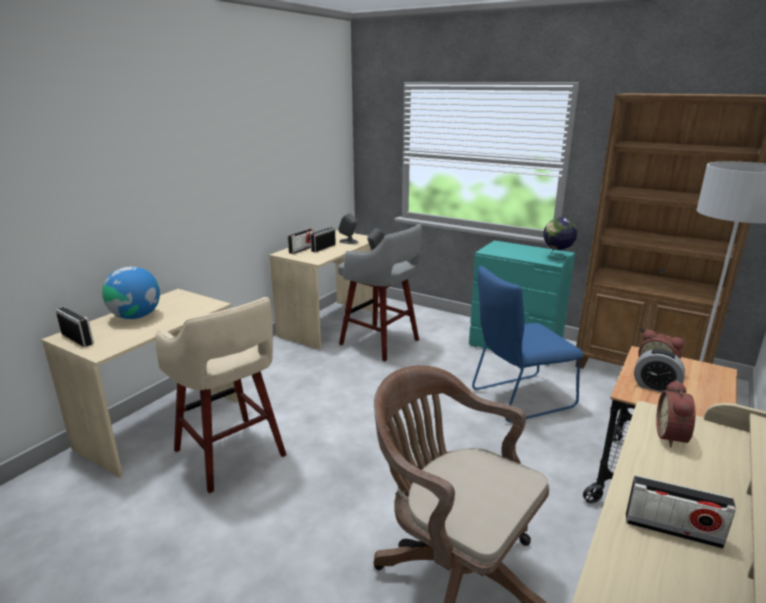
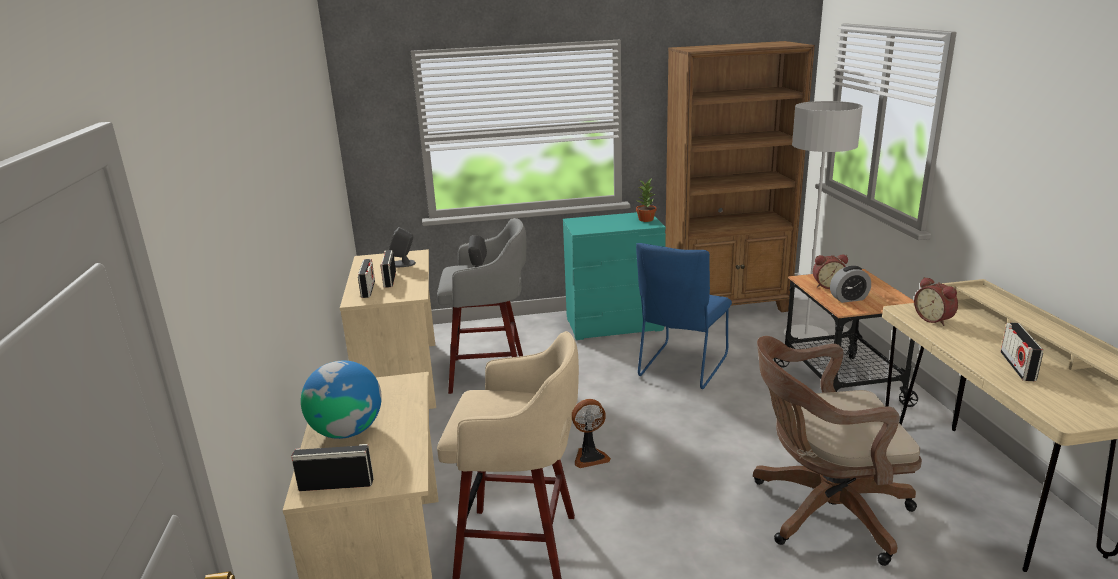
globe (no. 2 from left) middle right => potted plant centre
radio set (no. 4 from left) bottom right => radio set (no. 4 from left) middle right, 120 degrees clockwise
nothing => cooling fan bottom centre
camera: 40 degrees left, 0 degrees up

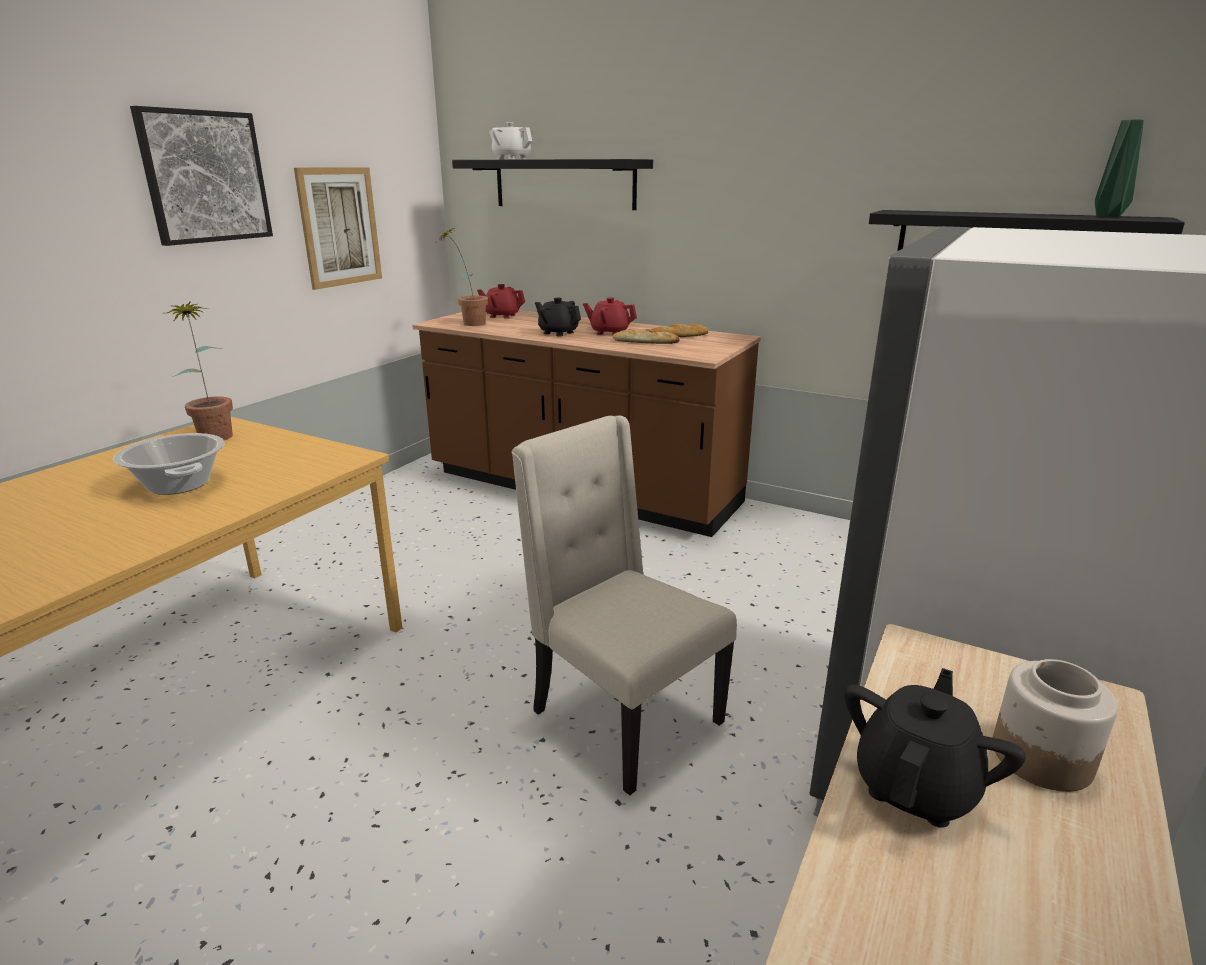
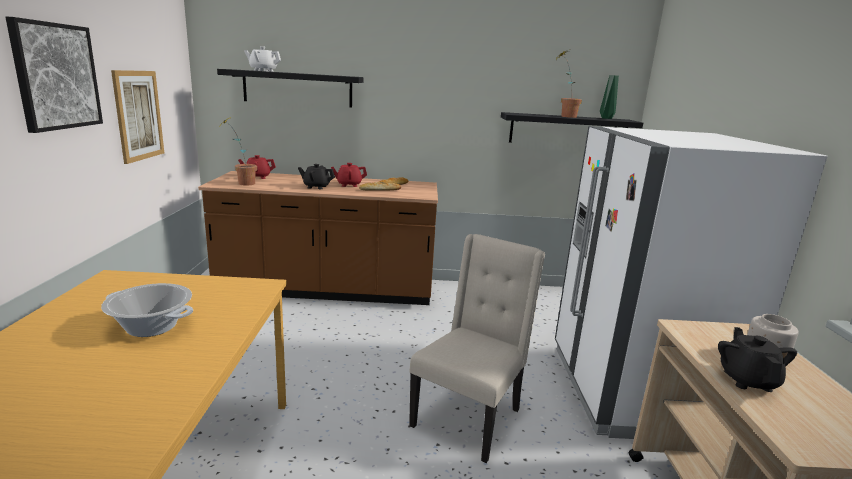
potted plant (no. 1 from left in the first image) middle left => potted plant (no. 2 from left) top right, relocated
beige-coloured upright chair centre => beige-coloured upright chair bottom centre, 105 degrees clockwise
camera: 30 degrees left, 5 degrees down

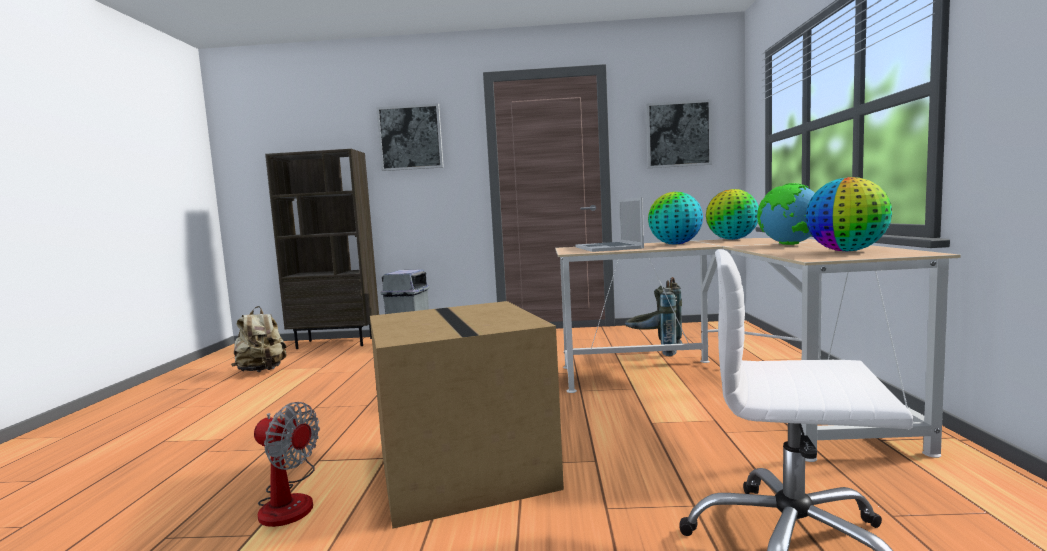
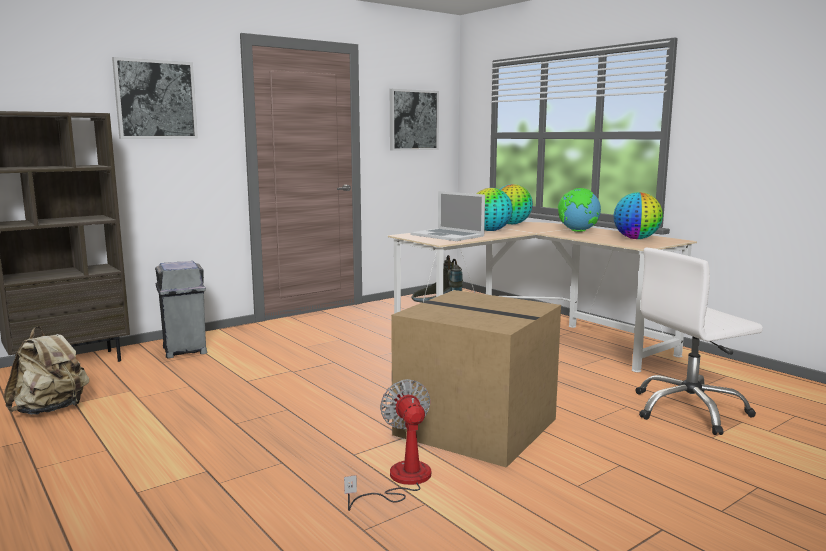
cooling fan bottom left => cooling fan bottom centre, 90 degrees counterclockwise
camera: 40 degrees left, 5 degrees up

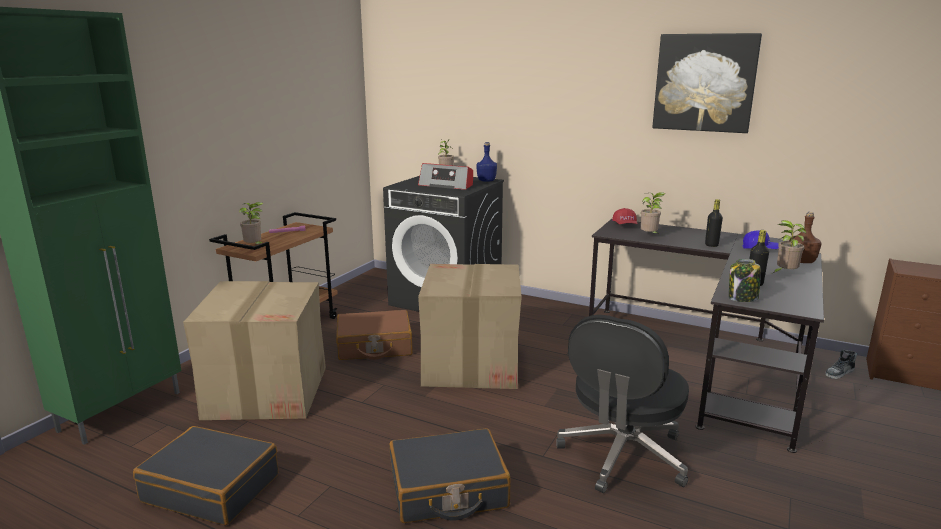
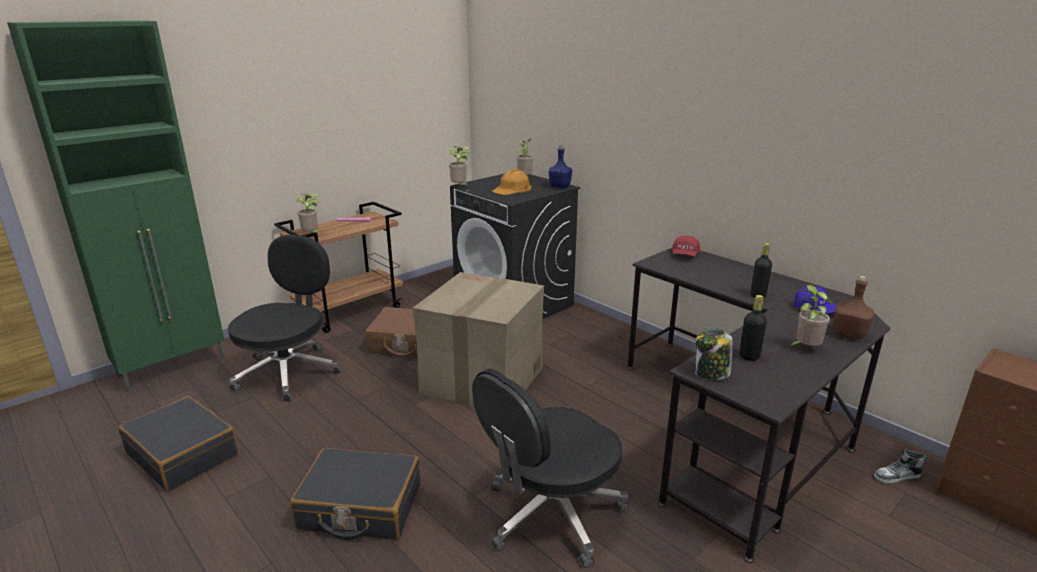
wall art top right => nothing
radio set top centre => orange-coloured safety helmet top centre
potted plant (no. 3 from left in the first image) middle right => potted plant (no. 2 from left) top centre, relocated
cardboard box (no. 1 from left) middle left => black office chair (no. 1 from left) middle left
camera: 20 degrees right, 5 degrees up

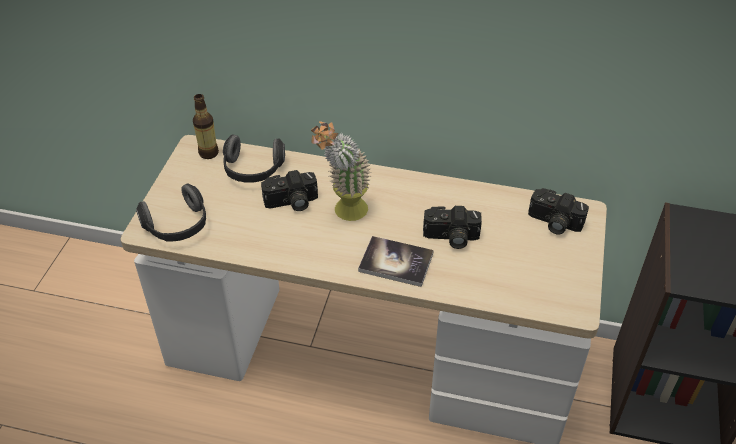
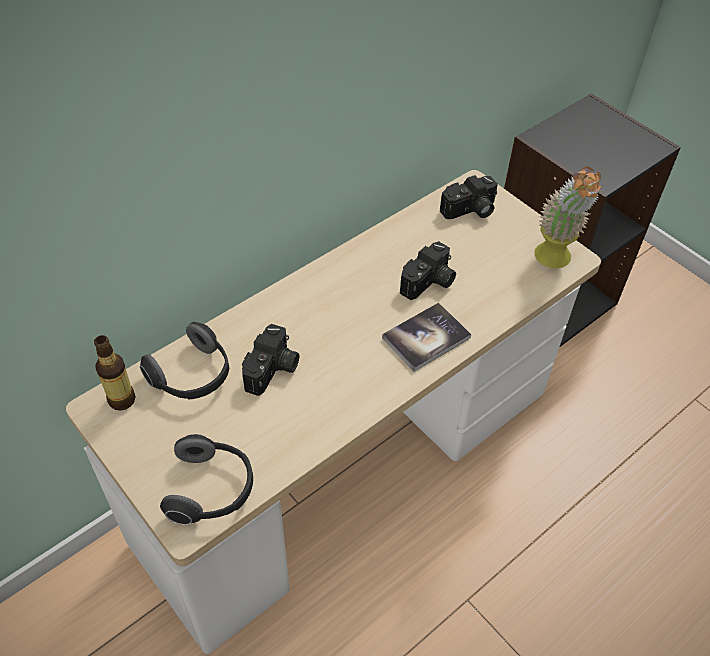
potted plant centre => potted plant top right, relocated
camera: 55 degrees left, 5 degrees up

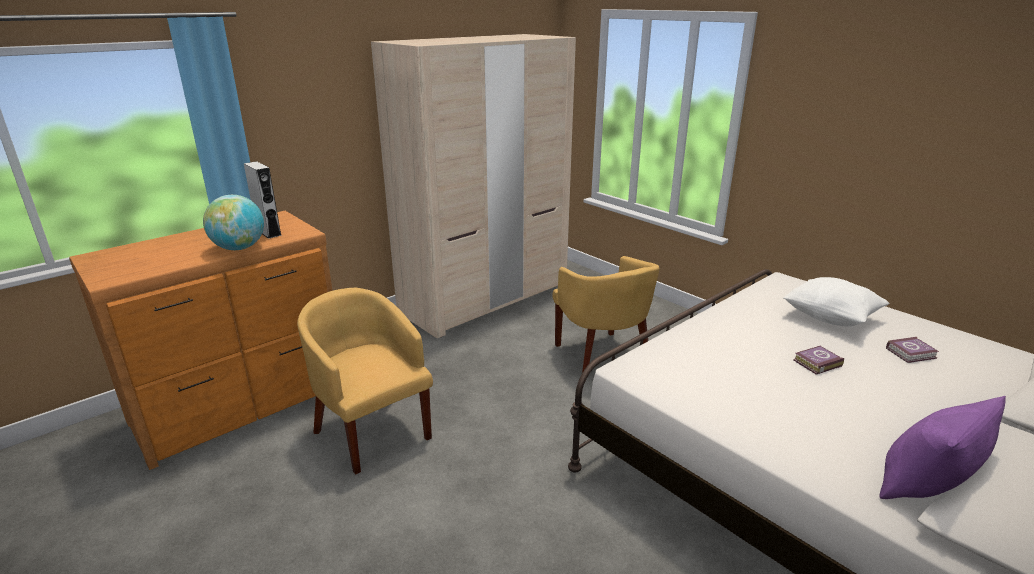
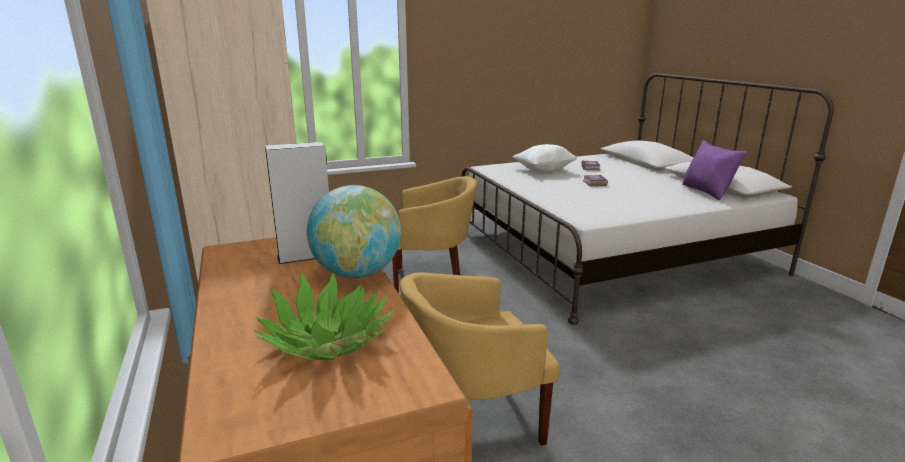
nothing => potted plant bottom centre
camera: 70 degrees left, 5 degrees down

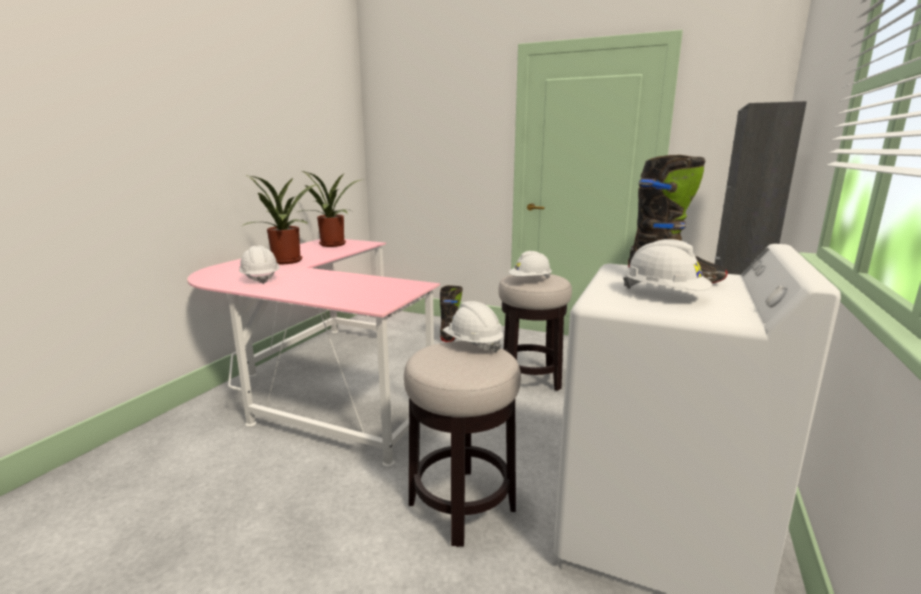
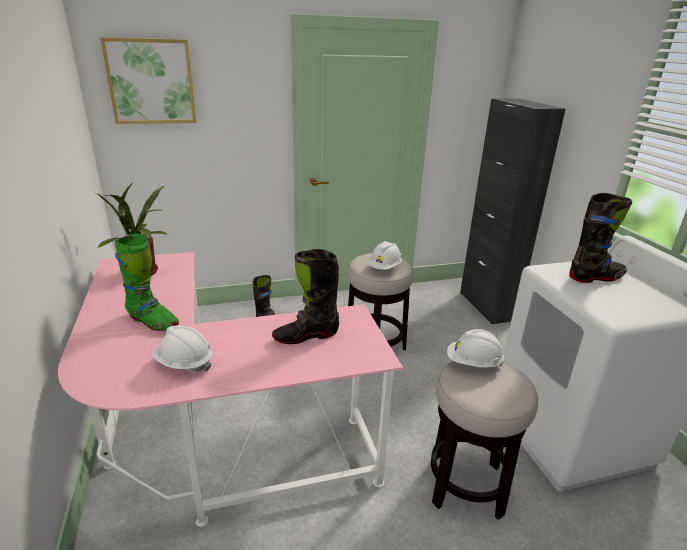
potted plant (no. 1 from left) middle left => green tall boot middle left
whitish safety helmet (no. 4 from left) middle right => nothing
nothing => wall art top left
nothing => black tall boot (no. 2 from left) centre
camera: 40 degrees left, 10 degrees up

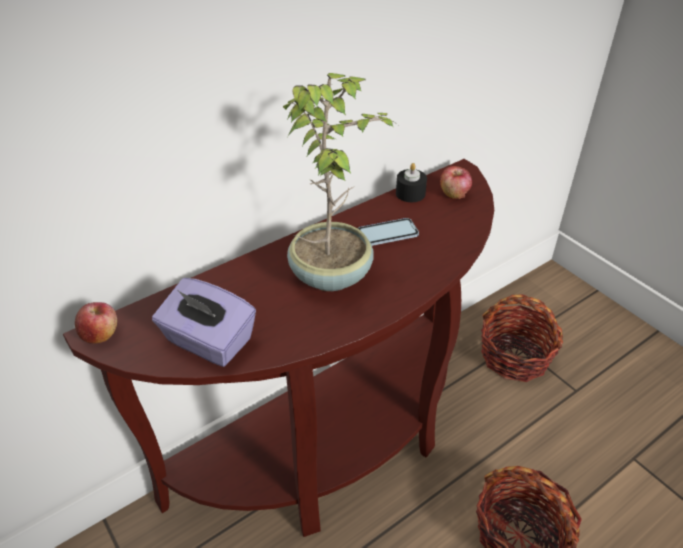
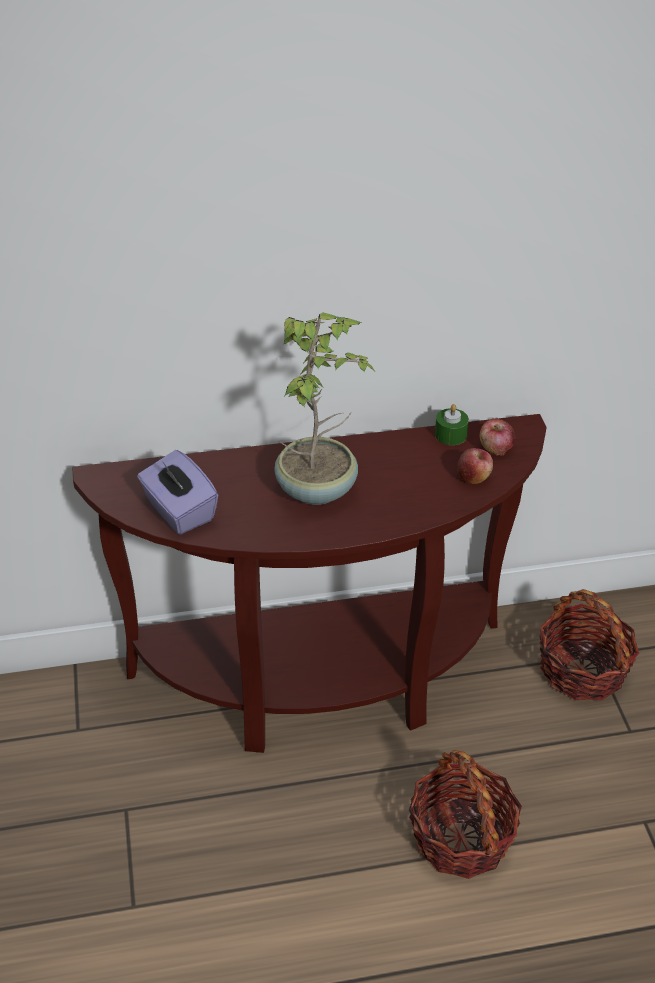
black wax candle top centre => green wax candle middle right
phone centre => nothing
whole apple (no. 1 from left) middle left => whole apple (no. 1 from left) middle right, relocated
camera: 25 degrees right, 0 degrees up

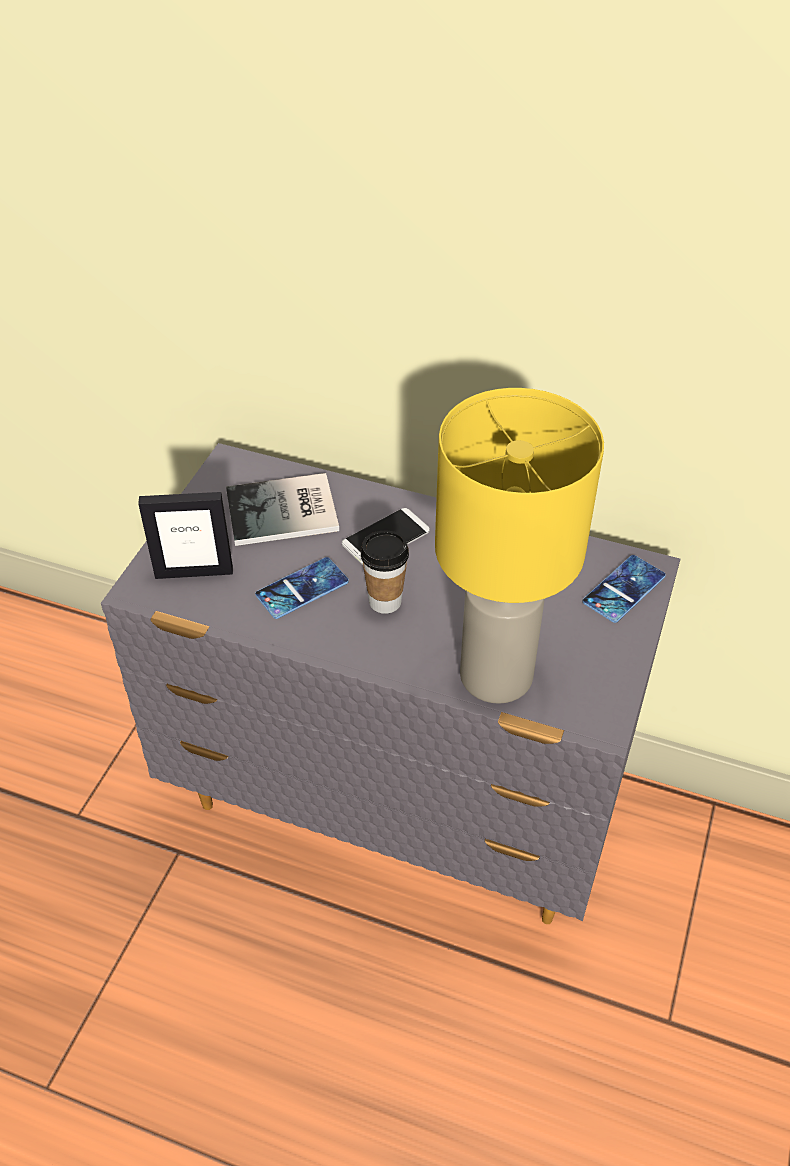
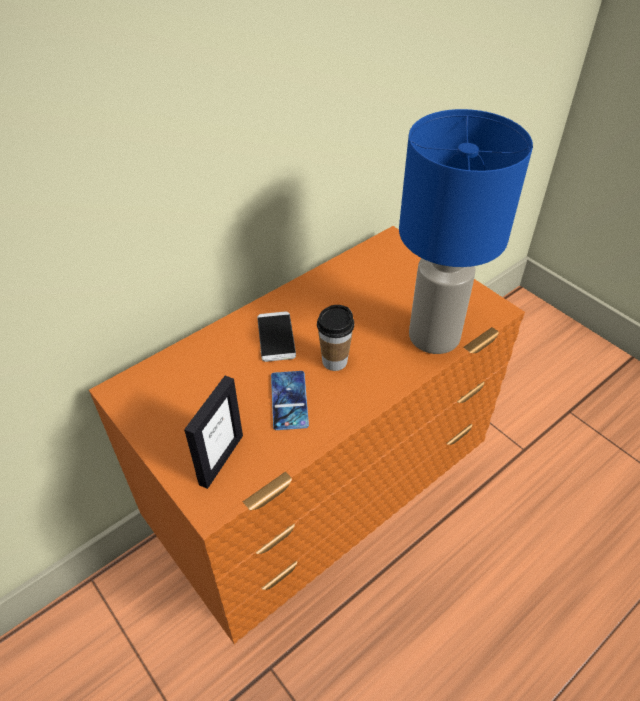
yellowish table lamp centre => blue-coloured table lamp top right
grey drawer chest centre => orange-coloured drawer chest centre
bound book centre => nothing
phone (no. 3 from left) middle right => nothing
camera: 60 degrees left, 0 degrees up

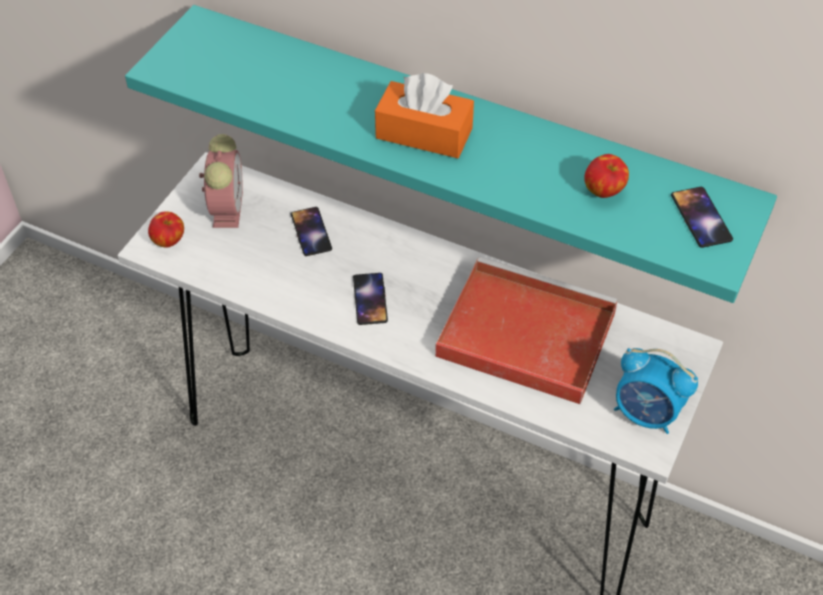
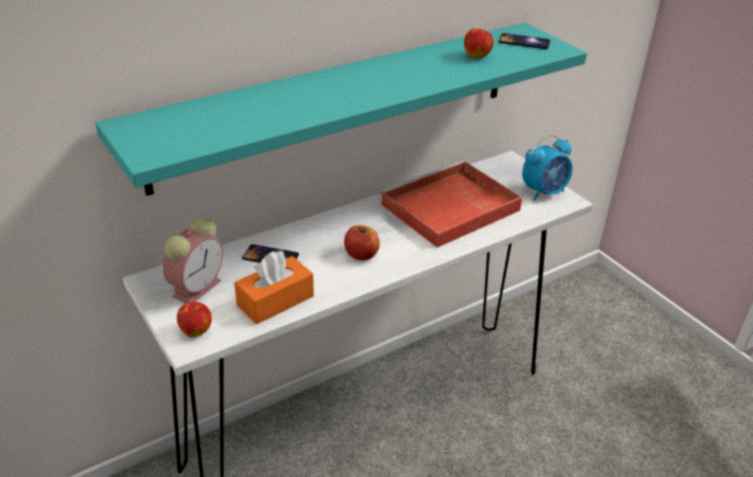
orange-coloured tissue holder top centre => orange-coloured tissue holder centre, relocated
table clock (no. 1 from left) top left => table clock (no. 1 from left) middle left, 90 degrees clockwise
phone (no. 2 from left) centre => whole apple (no. 2 from left) centre
camera: 60 degrees left, 15 degrees down

